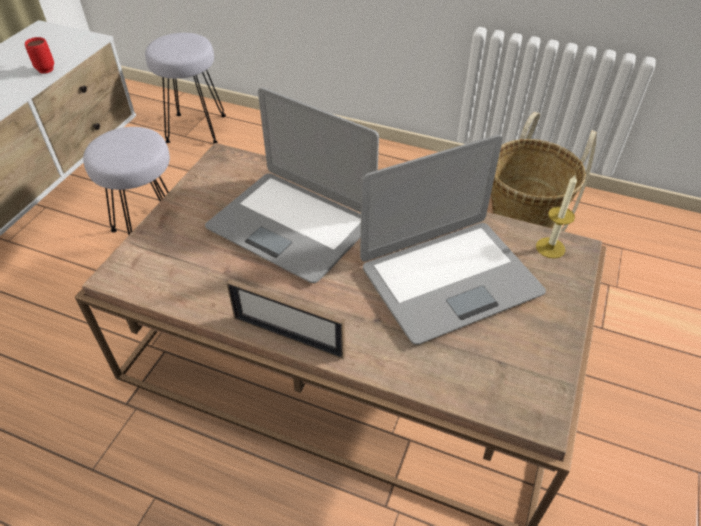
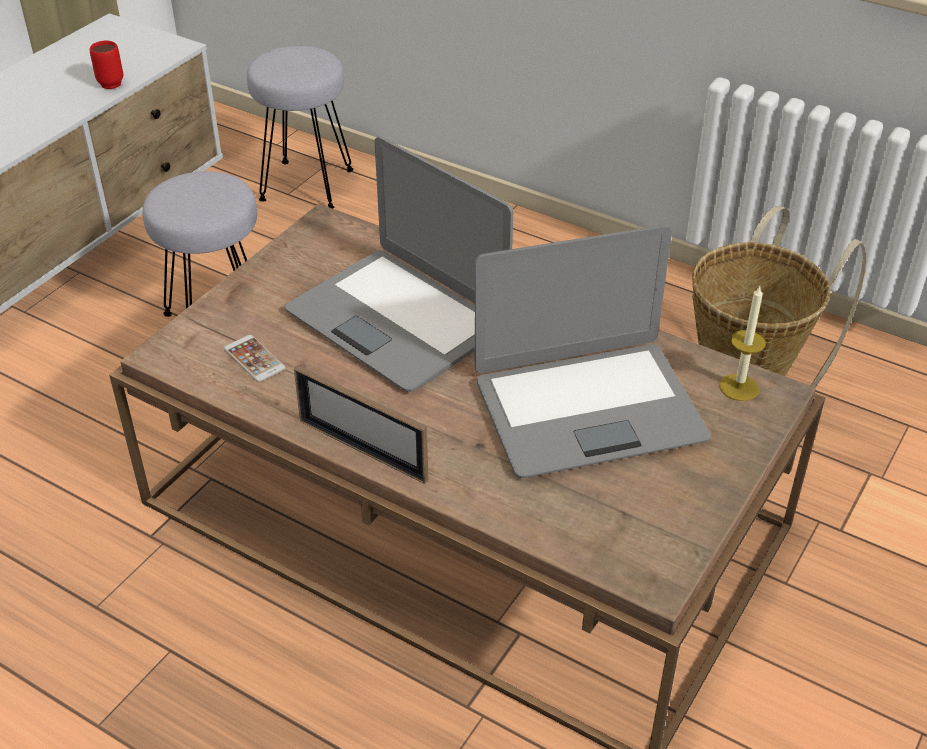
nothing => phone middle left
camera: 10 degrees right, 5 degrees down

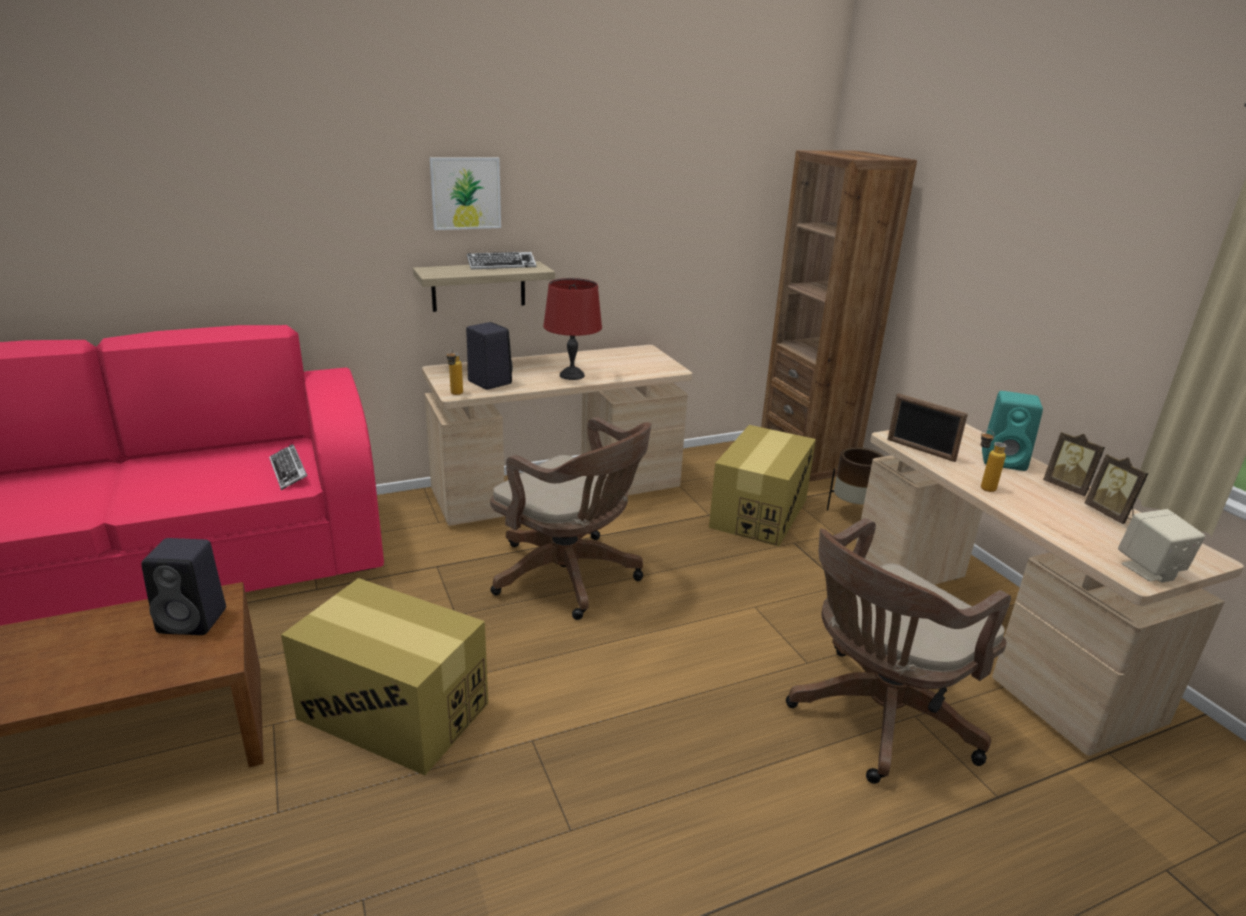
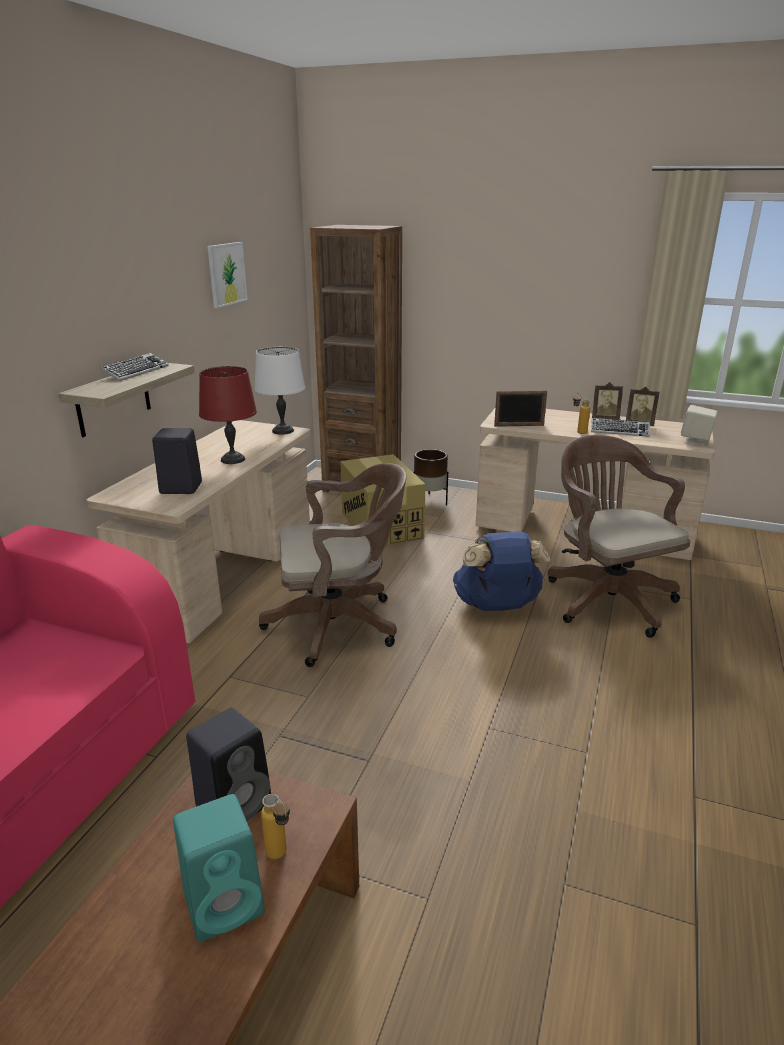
wall art top centre => wall art top left, relocated
beverage bottle (no. 1 from left) centre => beverage bottle (no. 1 from left) bottom centre, relocated
turquoise-coloured audio speaker middle right => turquoise-coloured audio speaker bottom left, relocated
PC keyboard (no. 1 from left in the first image) middle left => PC keyboard (no. 2 from left) middle right, relocated
brown office chair (no. 2 from left) bottom right => brown office chair (no. 2 from left) middle right, 150 degrees clockwise
cardboard box (no. 1 from left) bottom left => nothing
nothing => whitish table lamp centre
nothing => blue-coloured backpack centre
camera: 45 degrees left, 0 degrees up

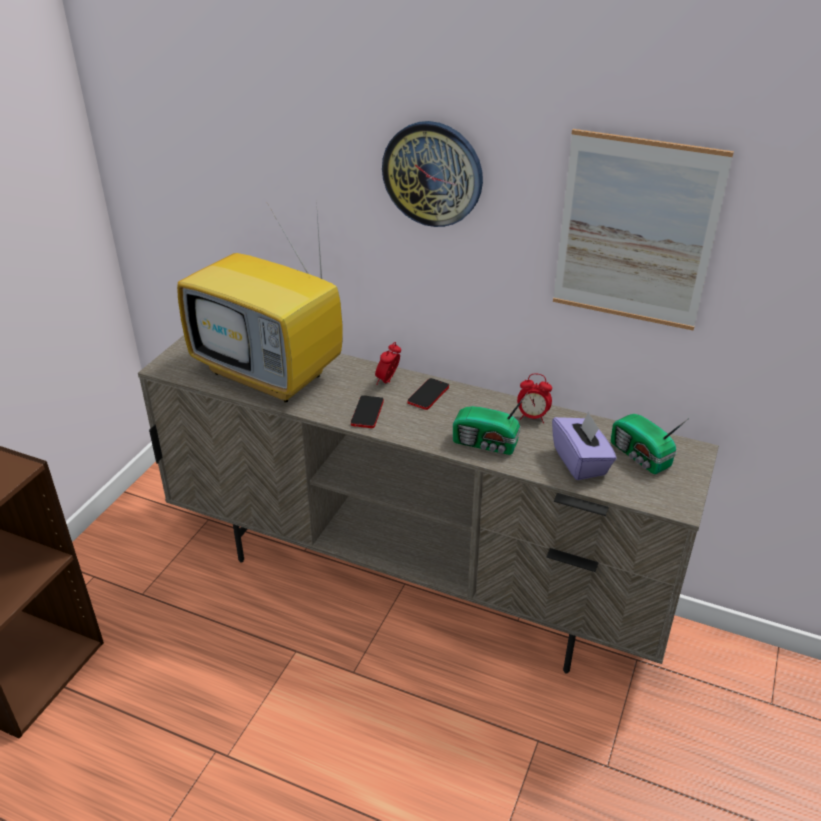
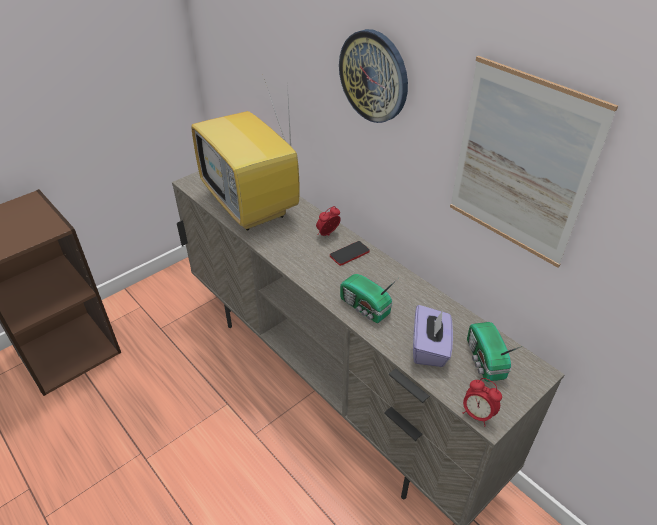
table clock (no. 2 from left) centre => table clock (no. 2 from left) bottom right, relocated
phone (no. 1 from left) centre => nothing
camera: 25 degrees right, 5 degrees up

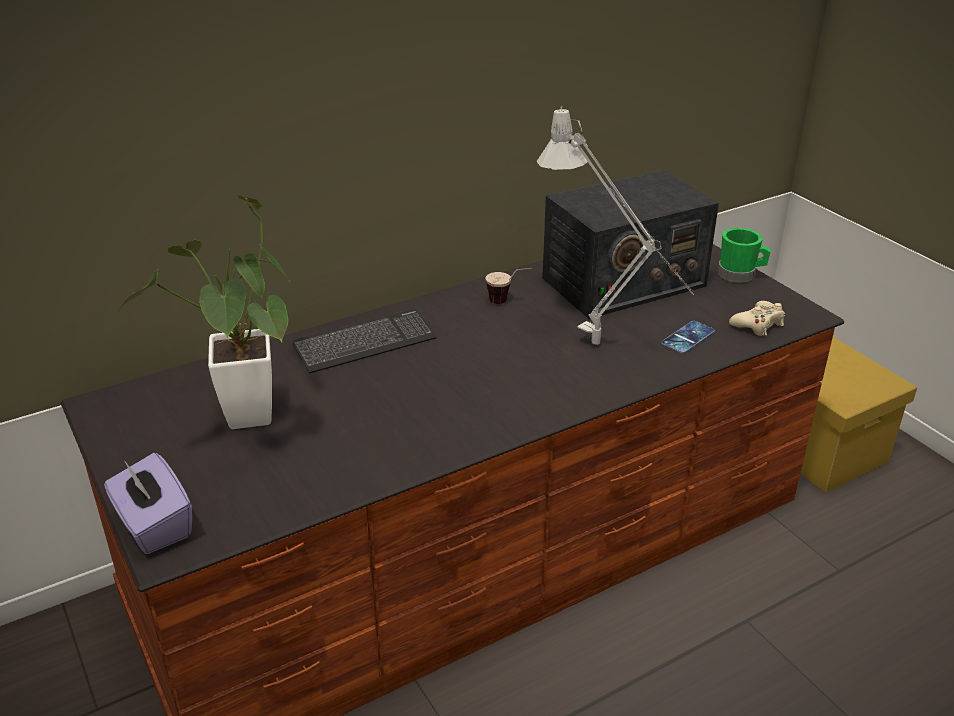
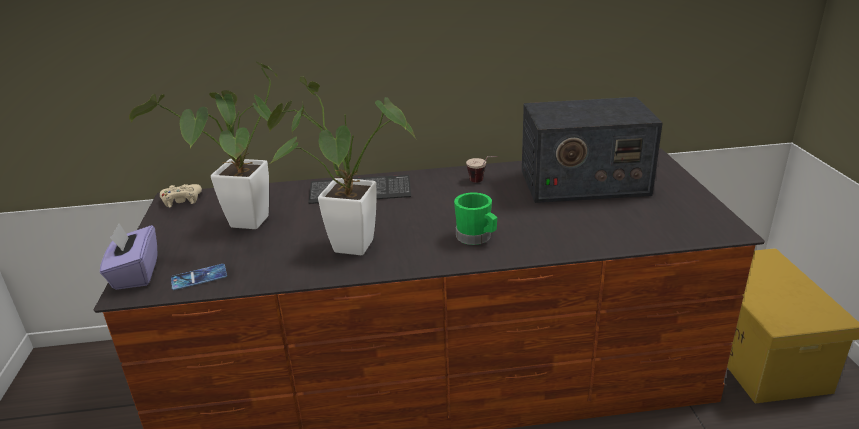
grey table lamp top centre => nothing
green mug middle right => green mug centre, relocated
beige-coloured joypad middle right => beige-coloured joypad middle left, relocated
phone middle right => phone middle left, relocated
nothing => potted plant (no. 2 from left) centre
camera: 25 degrees right, 5 degrees down

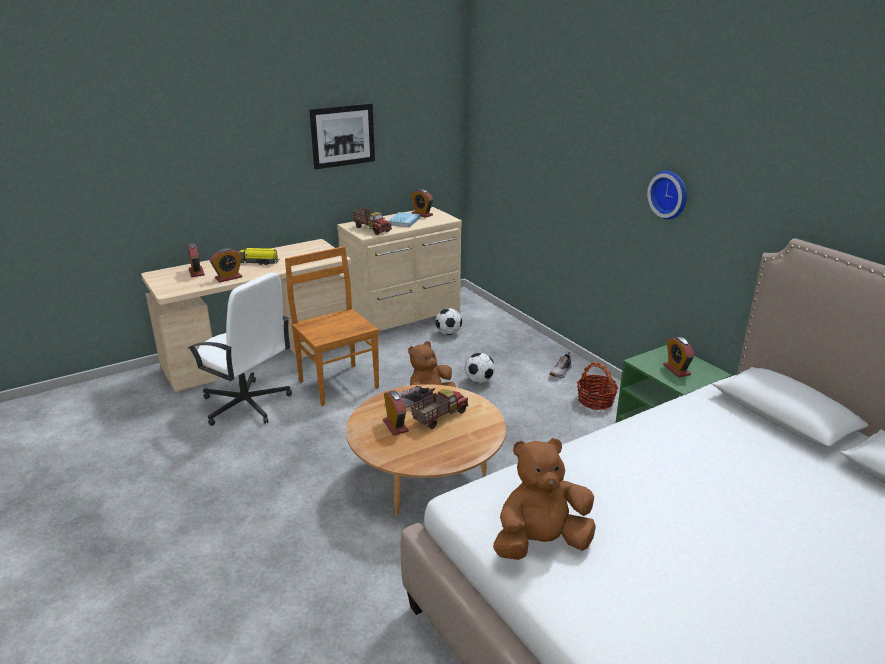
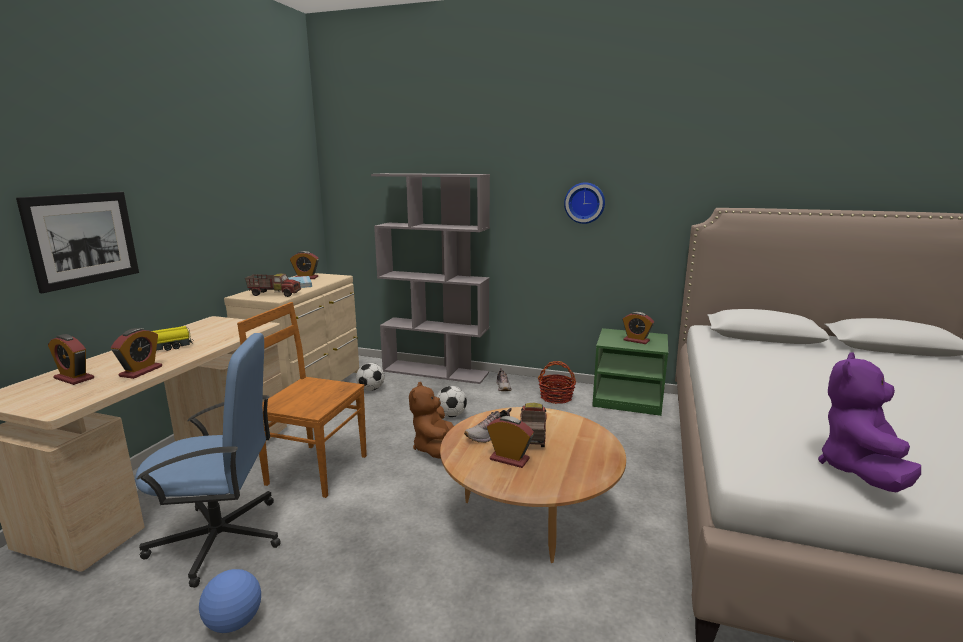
wall art top centre => wall art middle left, relocated
whitish office chair middle left => blue-coloured office chair bottom left
brown plush toy (no. 2 from left) bottom centre => purple plush toy middle right
nothing => grey shelving unit centre
nothing => football ball (no. 1 from left) bottom left
camera: 40 degrees left, 10 degrees down

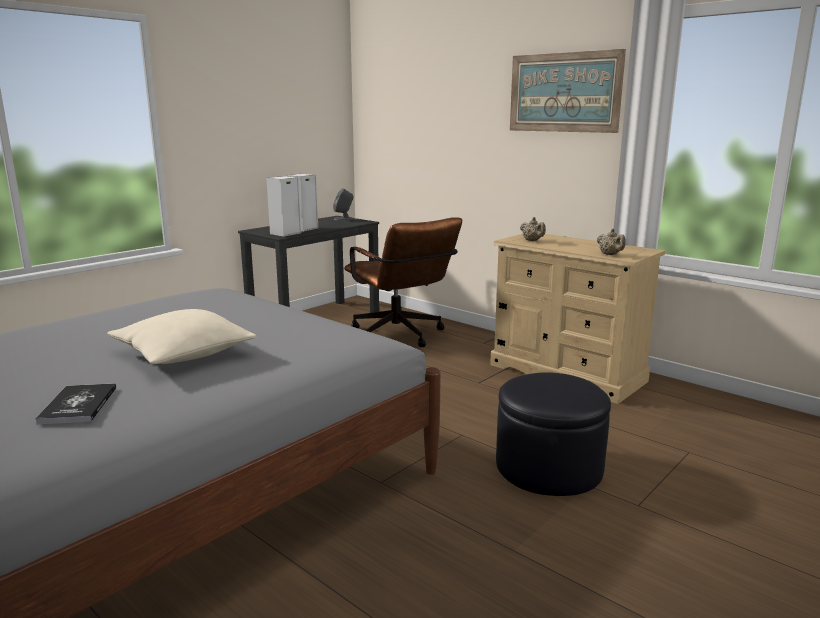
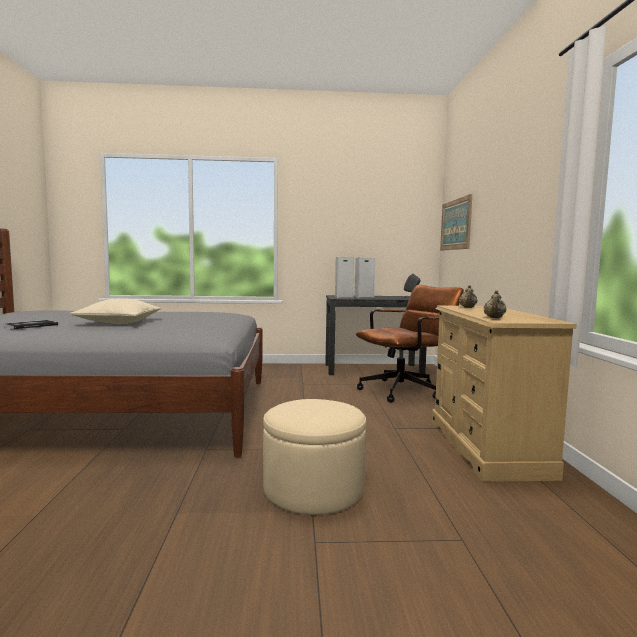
wall art top right => wall art middle right, relocated
brown office chair centre, 135 degrees counterclockwise
black footrest bottom right => beige-coloured footrest bottom centre
camera: 45 degrees right, 10 degrees down

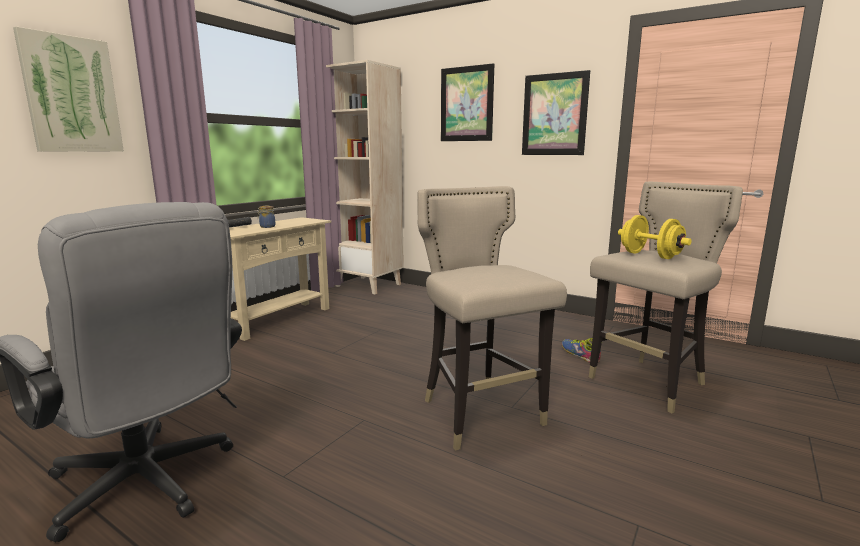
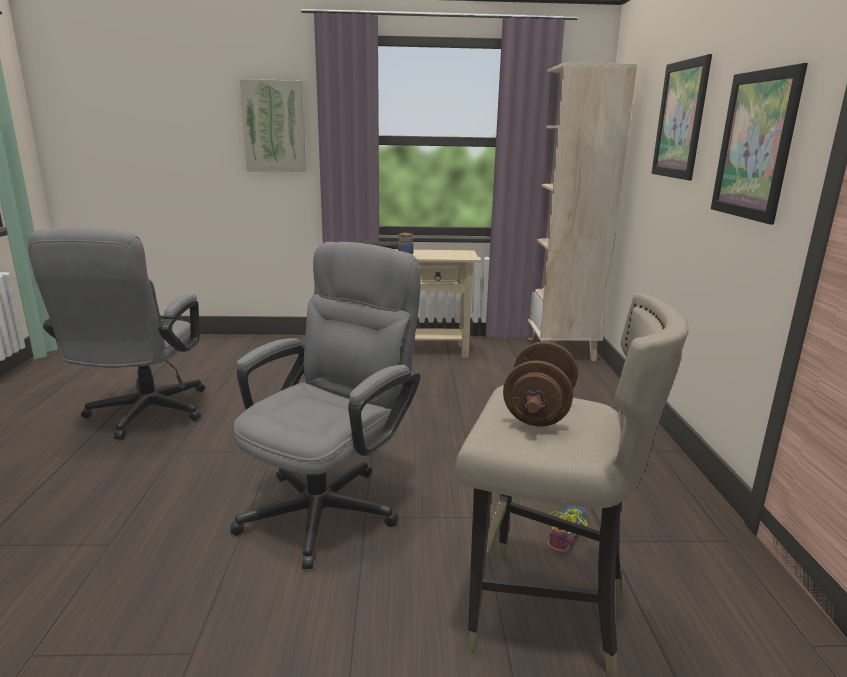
beige-coloured stool seat (no. 1 from left) centre => grey office chair (no. 2 from left) centre
yellowish dumbbell middle right => brown dumbbell centre
camera: 55 degrees right, 5 degrees up

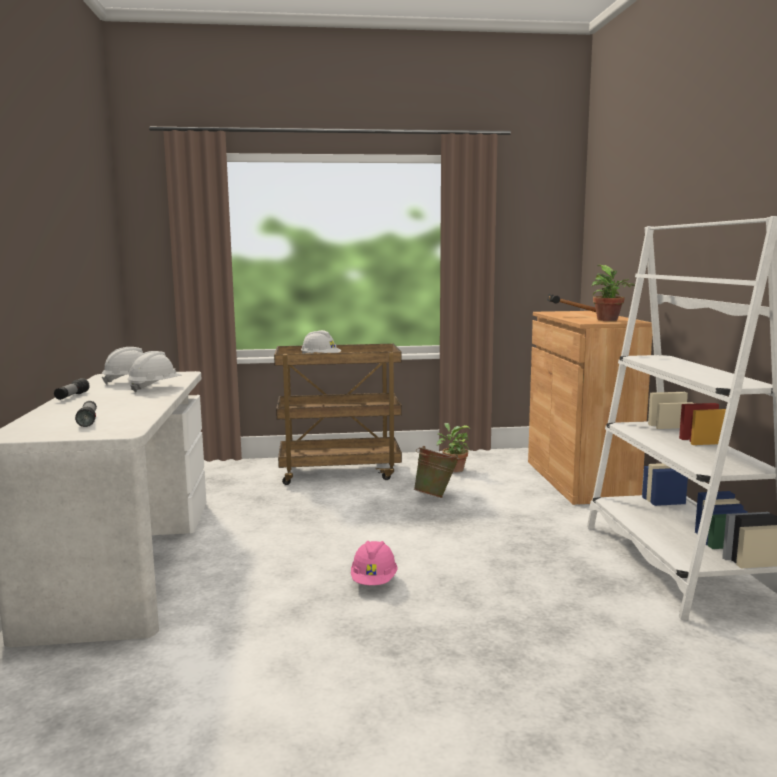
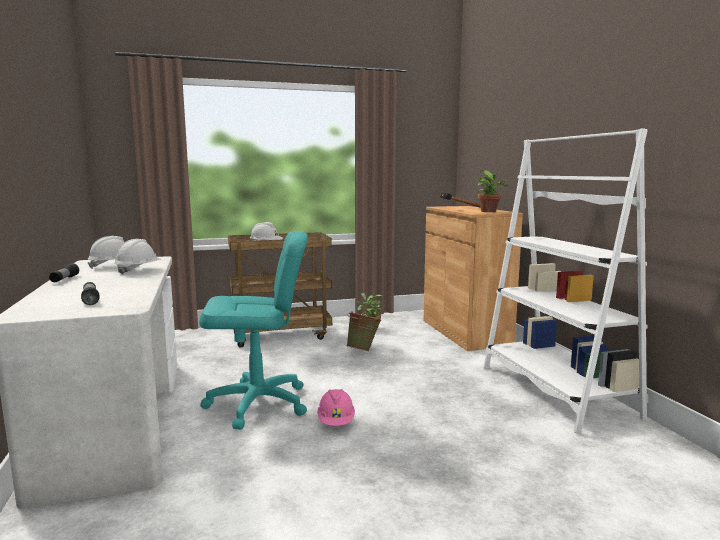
nothing => turquoise-coloured office chair centre
camera: 10 degrees left, 0 degrees up

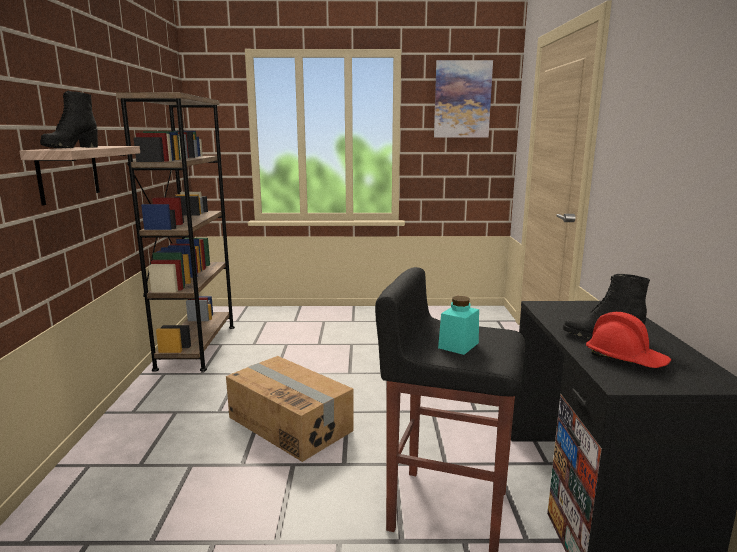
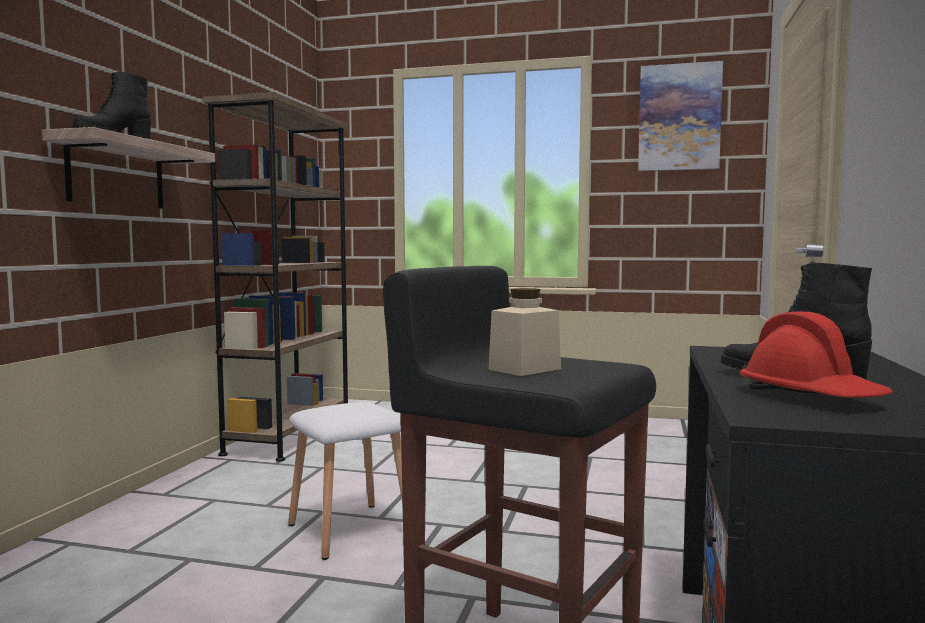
turquoise-coloured preserve jar centre => beige-coloured preserve jar centre
cardboard box bottom centre => whitish stool seat bottom centre
camera: 15 degrees right, 10 degrees down

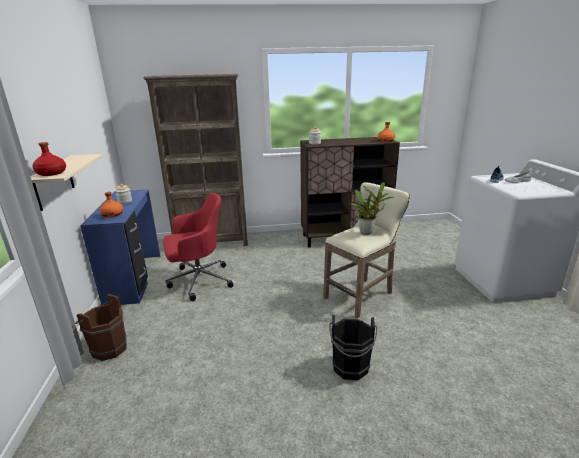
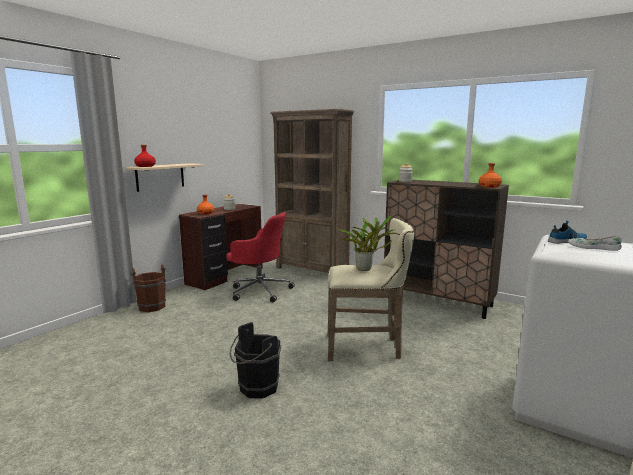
blue-coloured desk table middle left => brown desk table centre
camera: 40 degrees right, 10 degrees down

